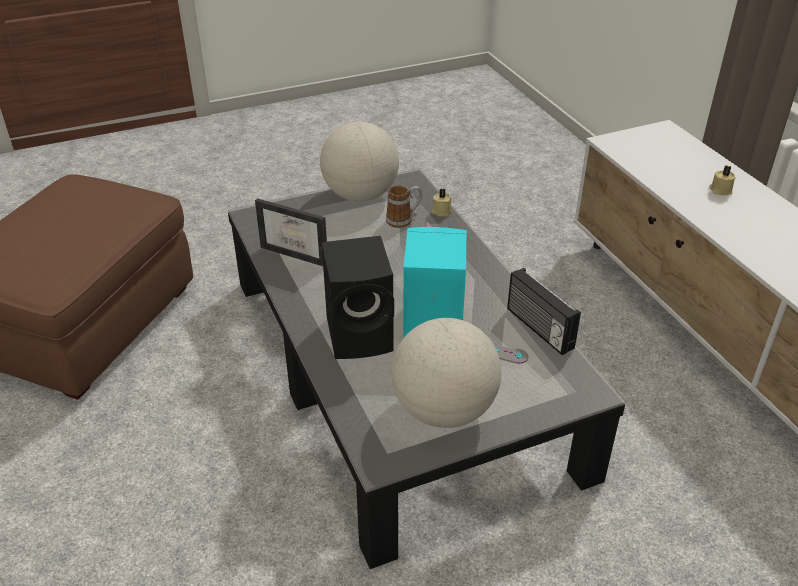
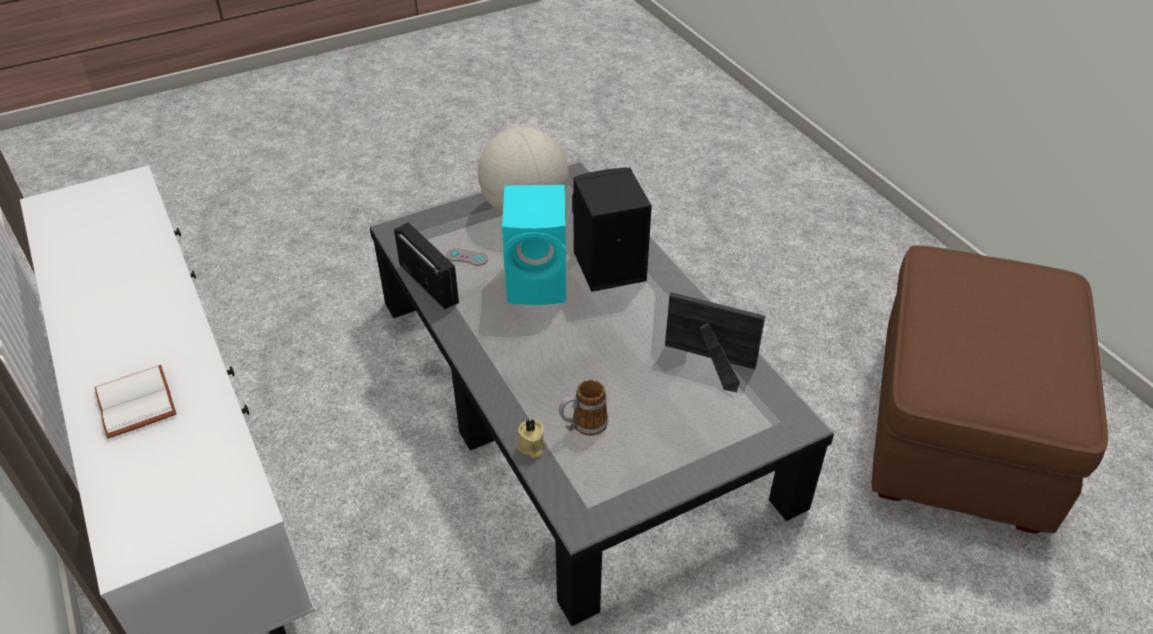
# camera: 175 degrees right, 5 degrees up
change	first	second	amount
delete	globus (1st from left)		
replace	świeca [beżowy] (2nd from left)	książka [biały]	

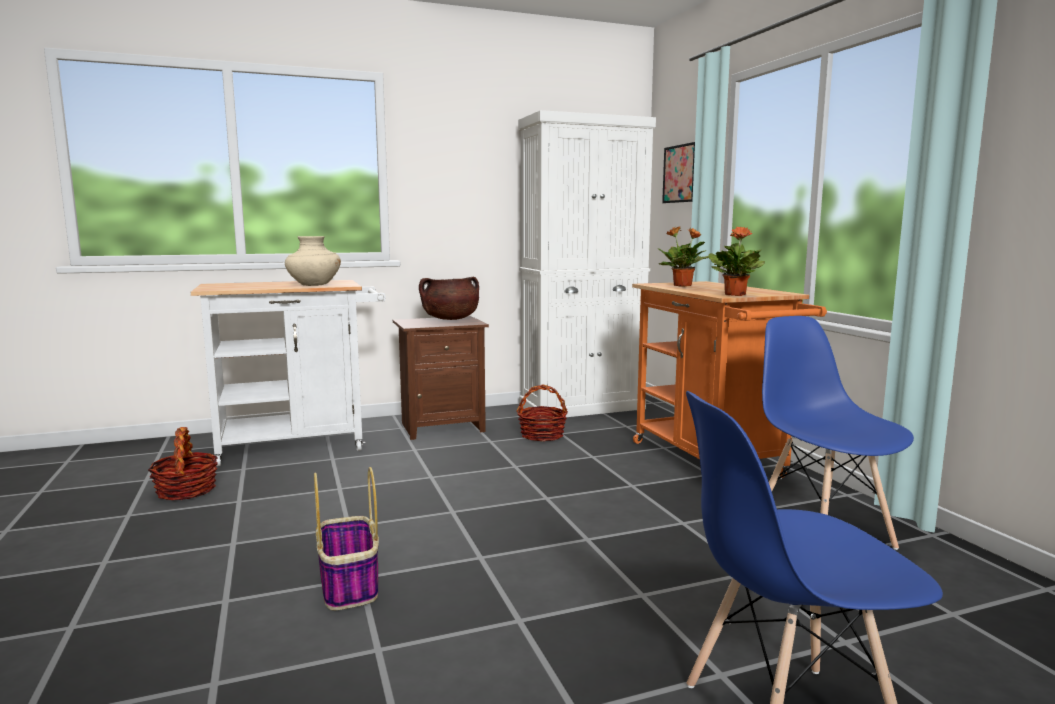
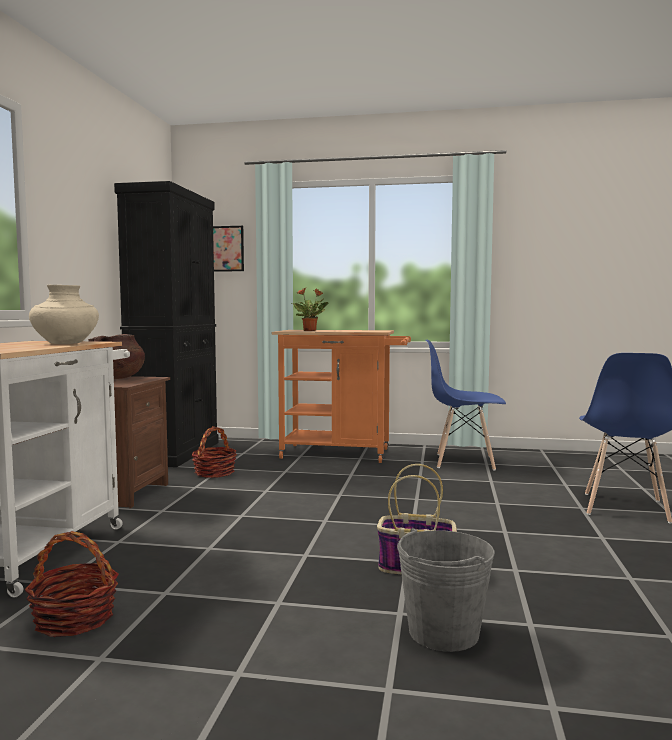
# camera: 60 degrees left, 5 degrees down
change	first	second	amount
recolor	szafka [biały]	szafka [czarny]	
delete	roślina doniczkowa (2nd from left)		
insert		wiadro [szary]	

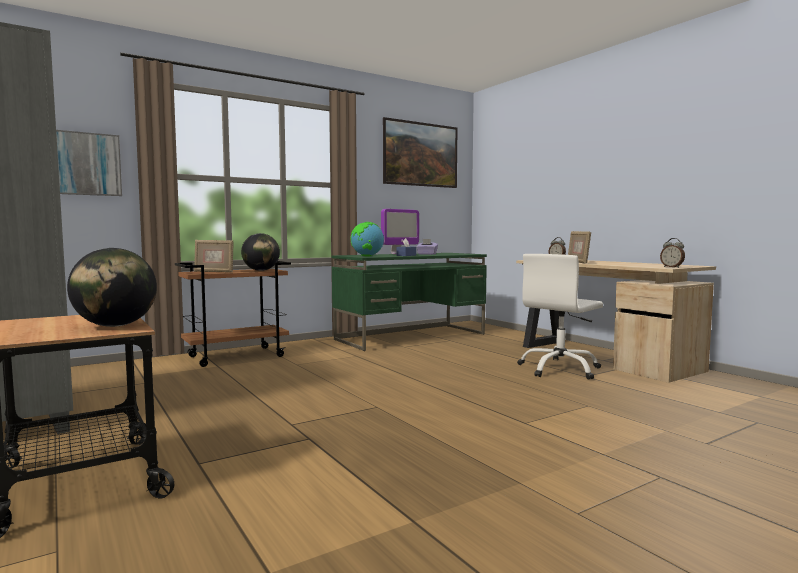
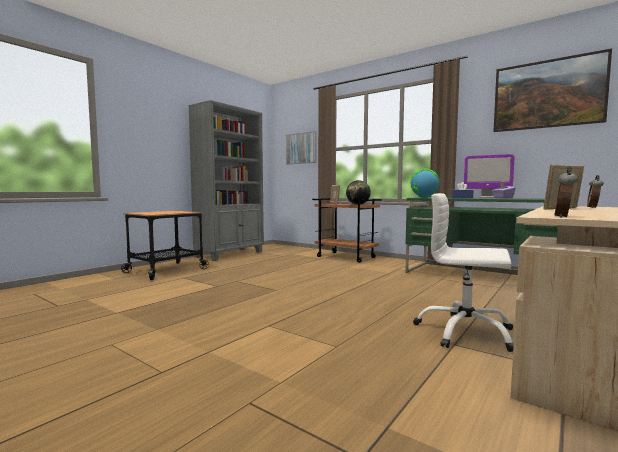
# camera: 70 degrees right, 0 degrees up
change	first	second	amount
delete	globus (1st from left)		

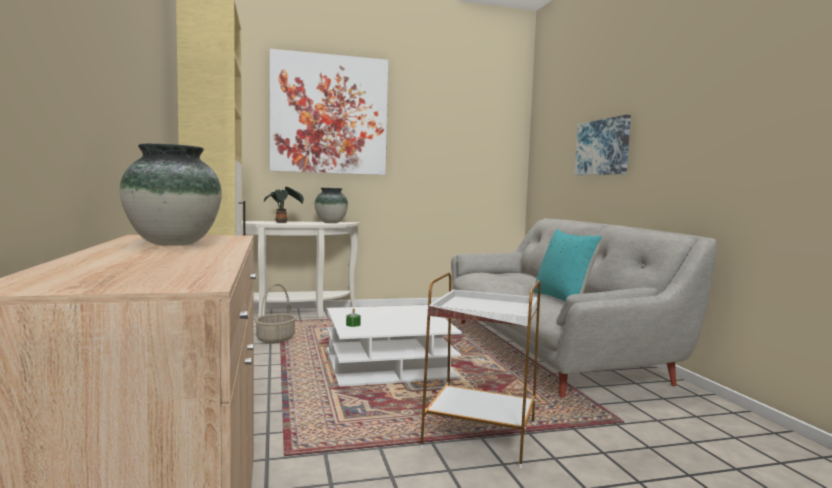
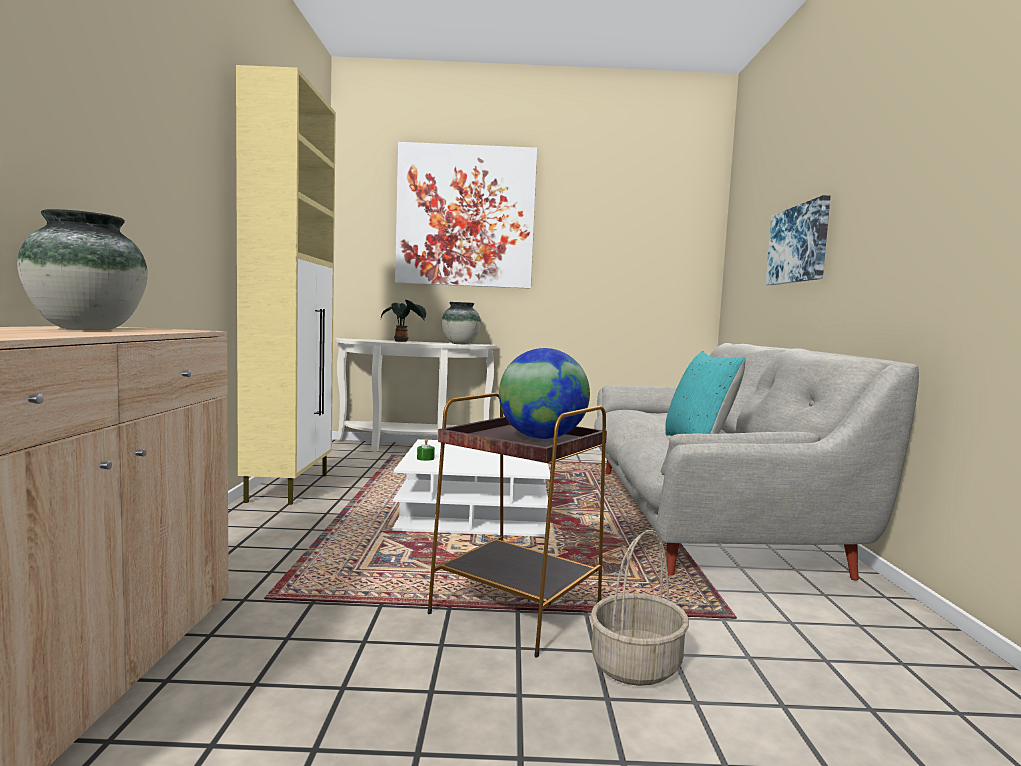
# camera: 15 degrees right, 0 degrees up
change	first	second	amount
move	koszyk		
recolor	stolik [biały]	stolik [brązowy]	
insert		globus	

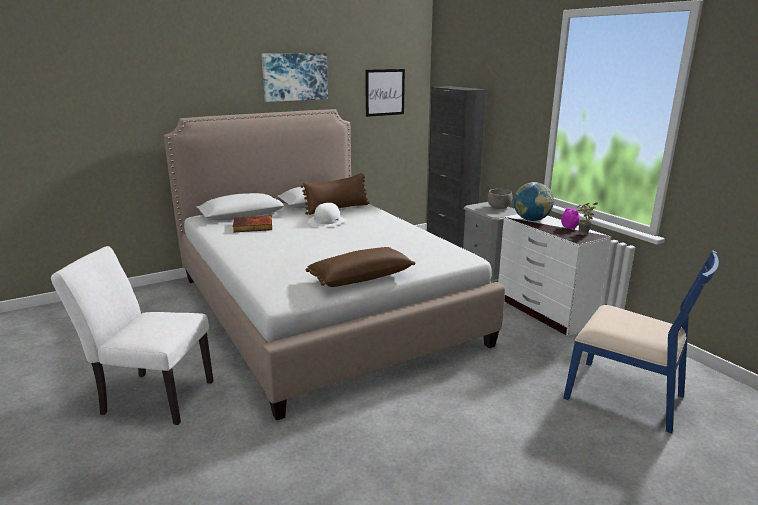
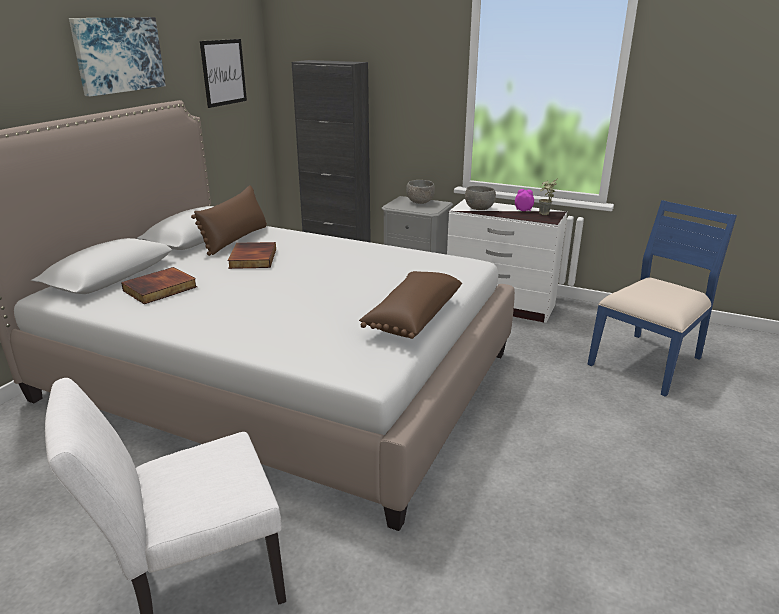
# camera: 35 degrees left, 5 degrees up
change	first	second	amount
replace	kapelusz [biały]	książka (2nd from left)	
replace	globus	miska [szary] (2nd from left)	
rotate	krzesło [niebieski]		45 degrees counterclockwise

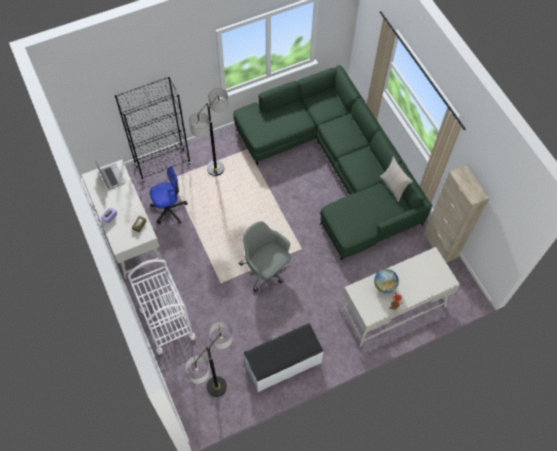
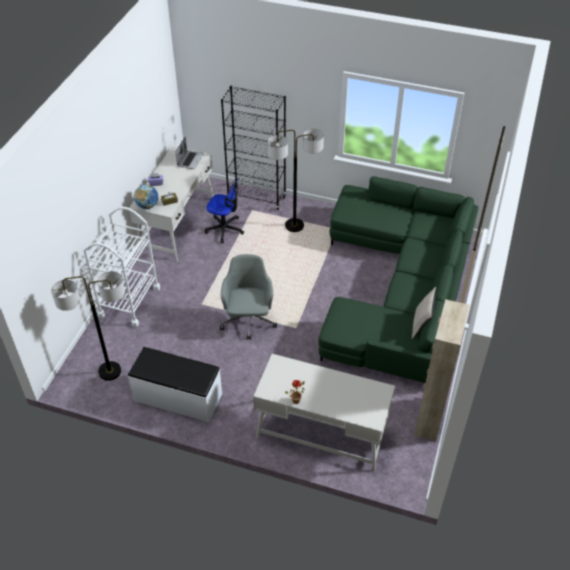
# camera: 45 degrees right, 15 degrees down
change	first	second	amount
move	globus		

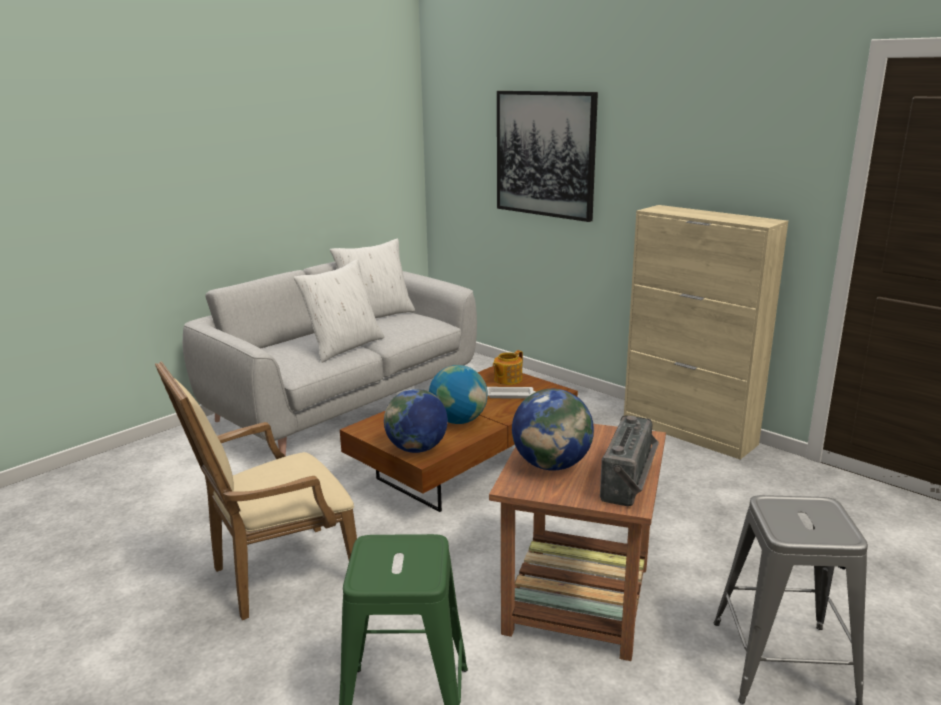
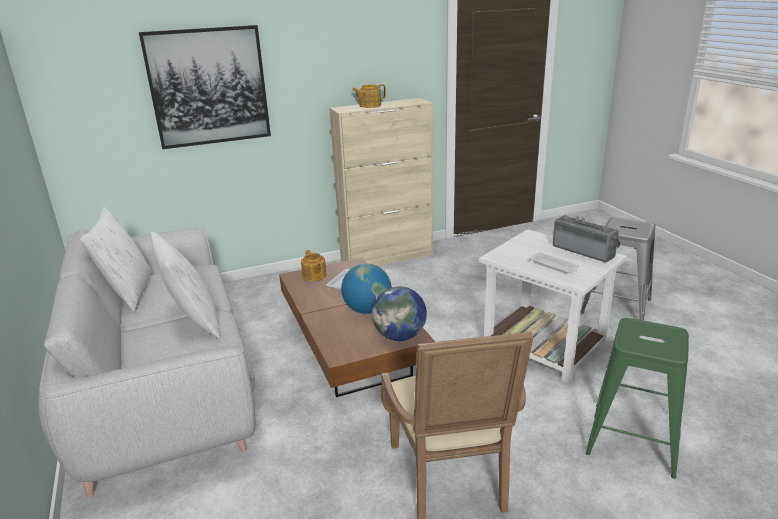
# camera: 65 degrees left, 5 degrees up
change	first	second	amount
recolor	stolik [brązowy]	stolik [biały]	
replace	globus (3rd from left)	taca [biały] (2nd from left)	
insert		imbryk (2nd from left)	

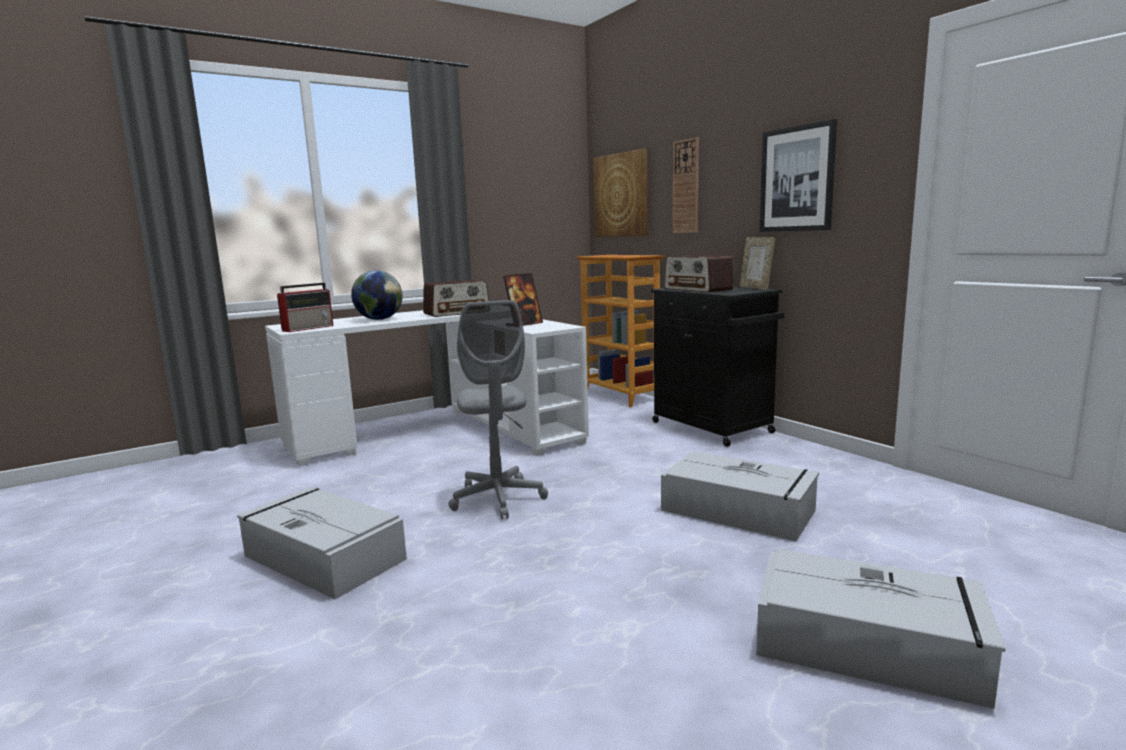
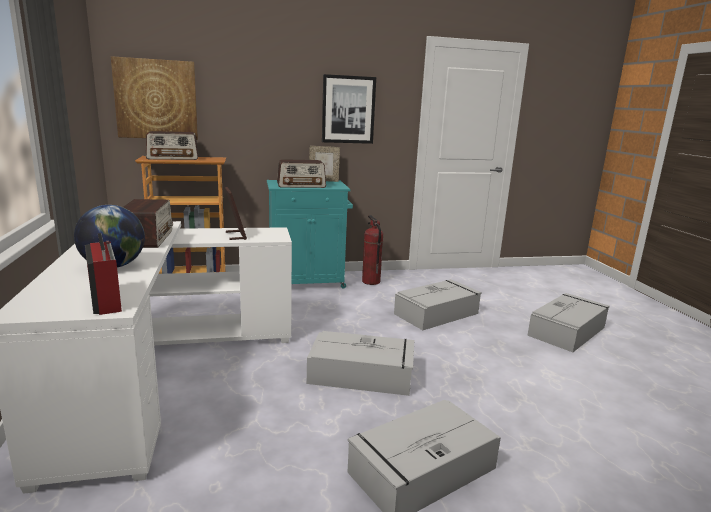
# camera: 70 degrees left, 5 degrees up
change	first	second	amount
replace	krzesło biurowe [szary]	pojemnik do przechowywania [szary] (1st from left)	
recolor	szafka [czarny]	szafka [turkusowy]	
delete	zegar ścienny		
insert		radio (3rd from left)	
insert		gaśnica	

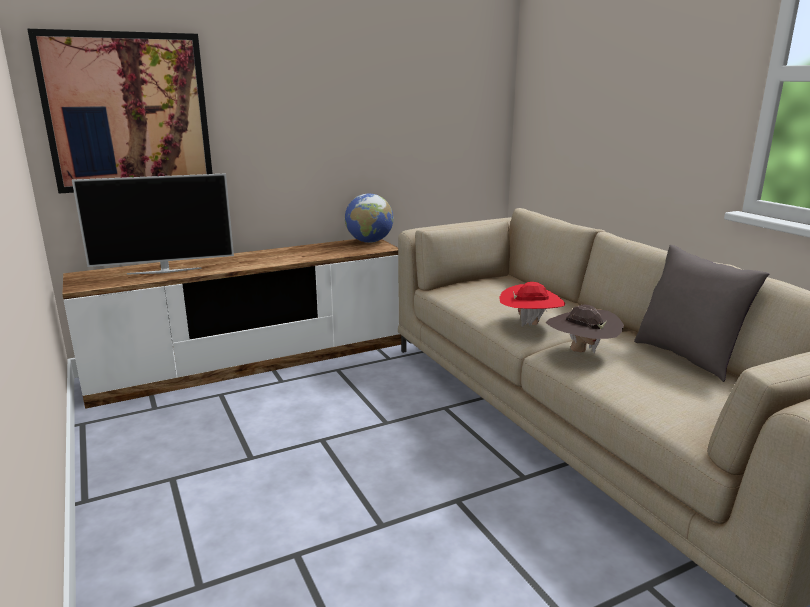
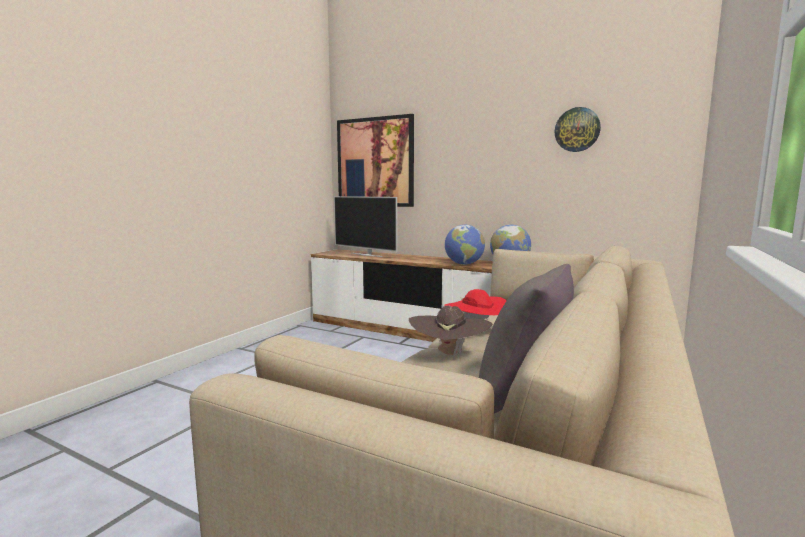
# camera: 55 degrees right, 10 degrees down
change	first	second	amount
insert		globus (1st from left)	
insert		zegar ścienny	

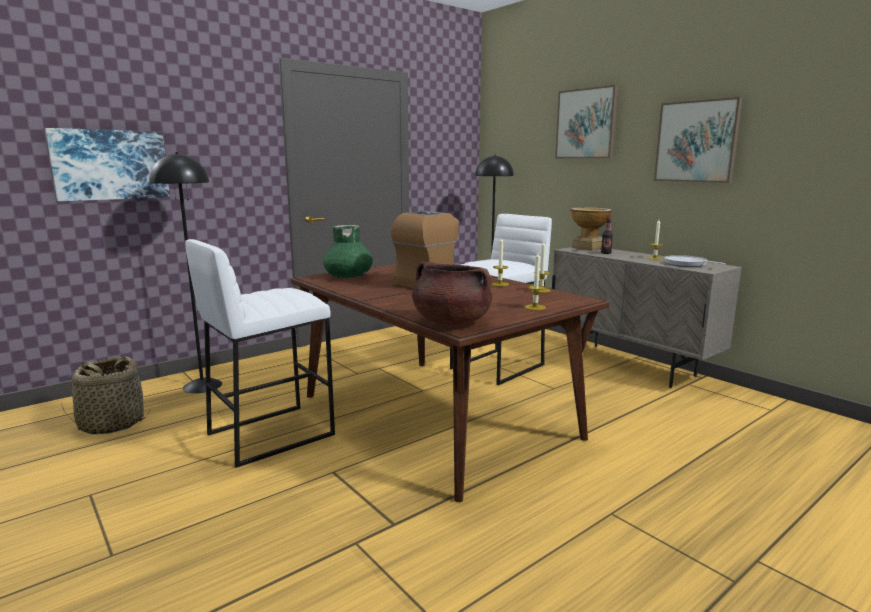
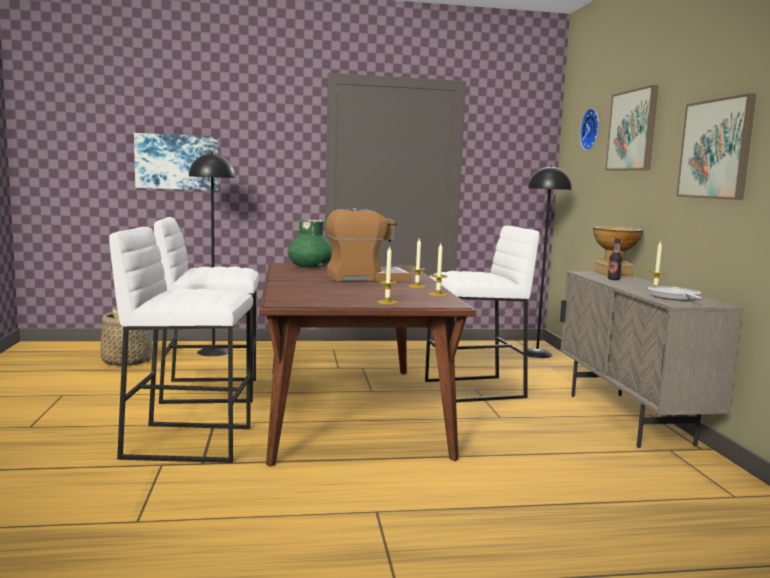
# camera: 30 degrees right, 5 degrees down
change	first	second	amount
delete	garnek [brązowy]		
insert		stołek [biały] (1st from left)	
insert		zegar ścienny	

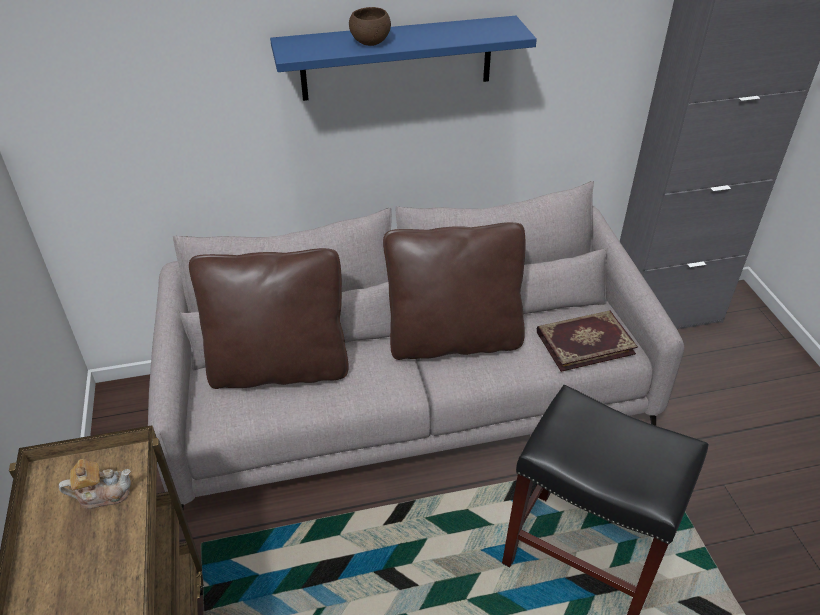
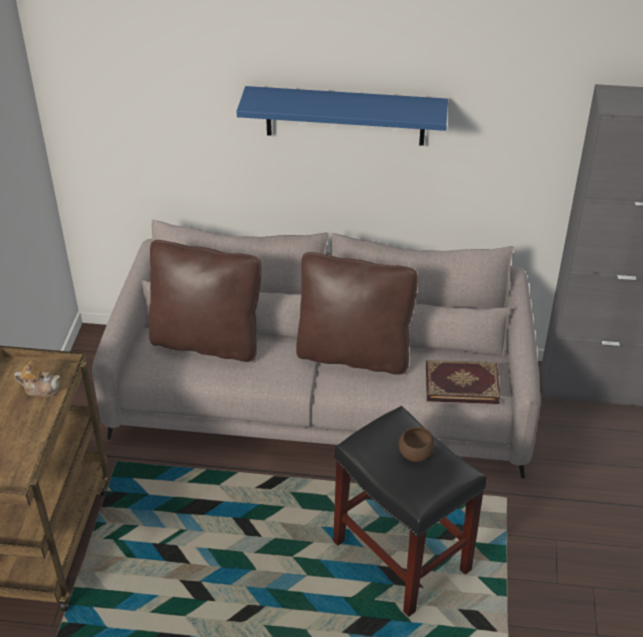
# camera: 20 degrees right, 0 degrees up
change	first	second	amount
move	miska [brązowy]		

